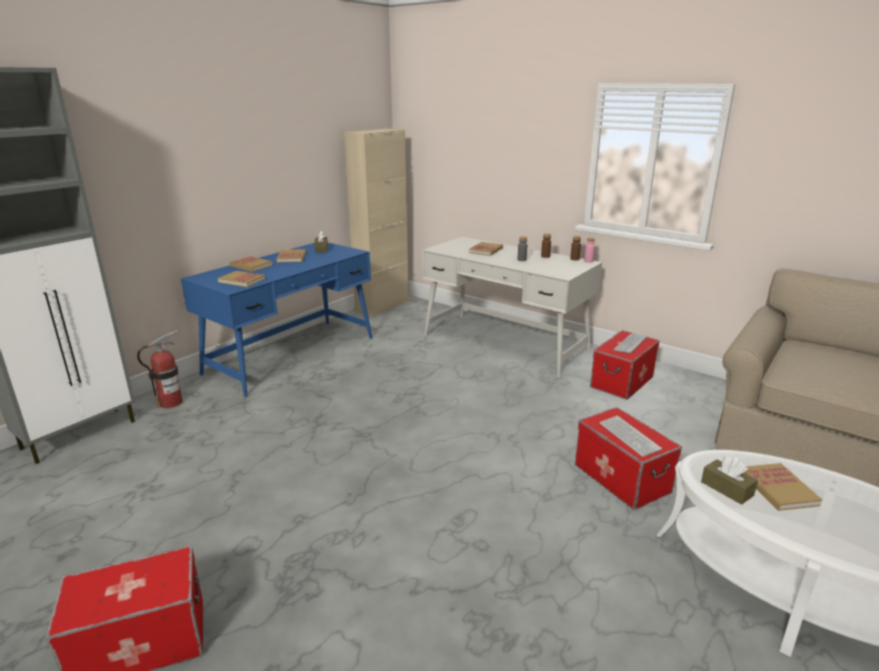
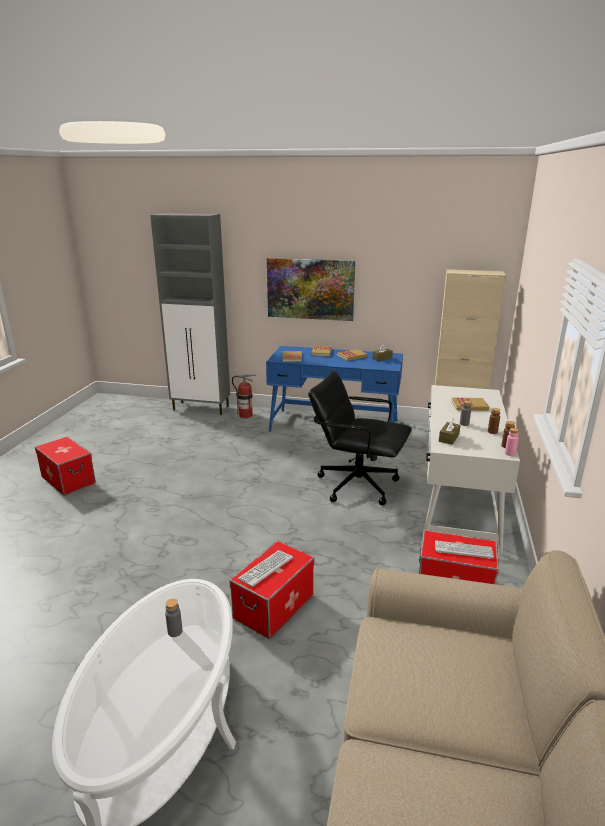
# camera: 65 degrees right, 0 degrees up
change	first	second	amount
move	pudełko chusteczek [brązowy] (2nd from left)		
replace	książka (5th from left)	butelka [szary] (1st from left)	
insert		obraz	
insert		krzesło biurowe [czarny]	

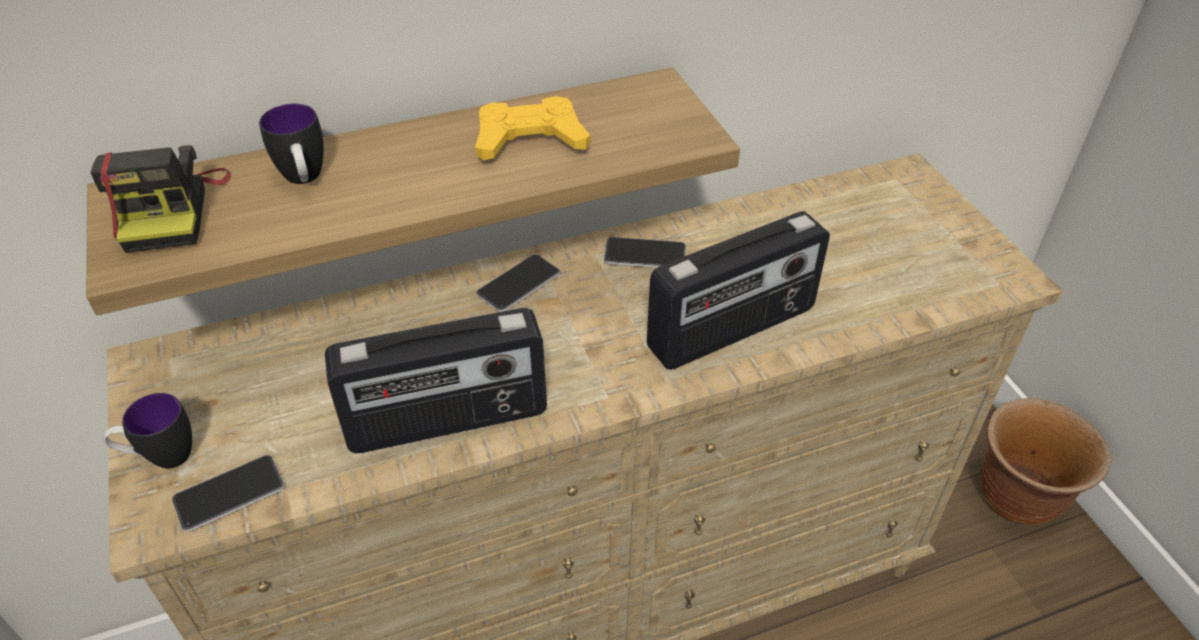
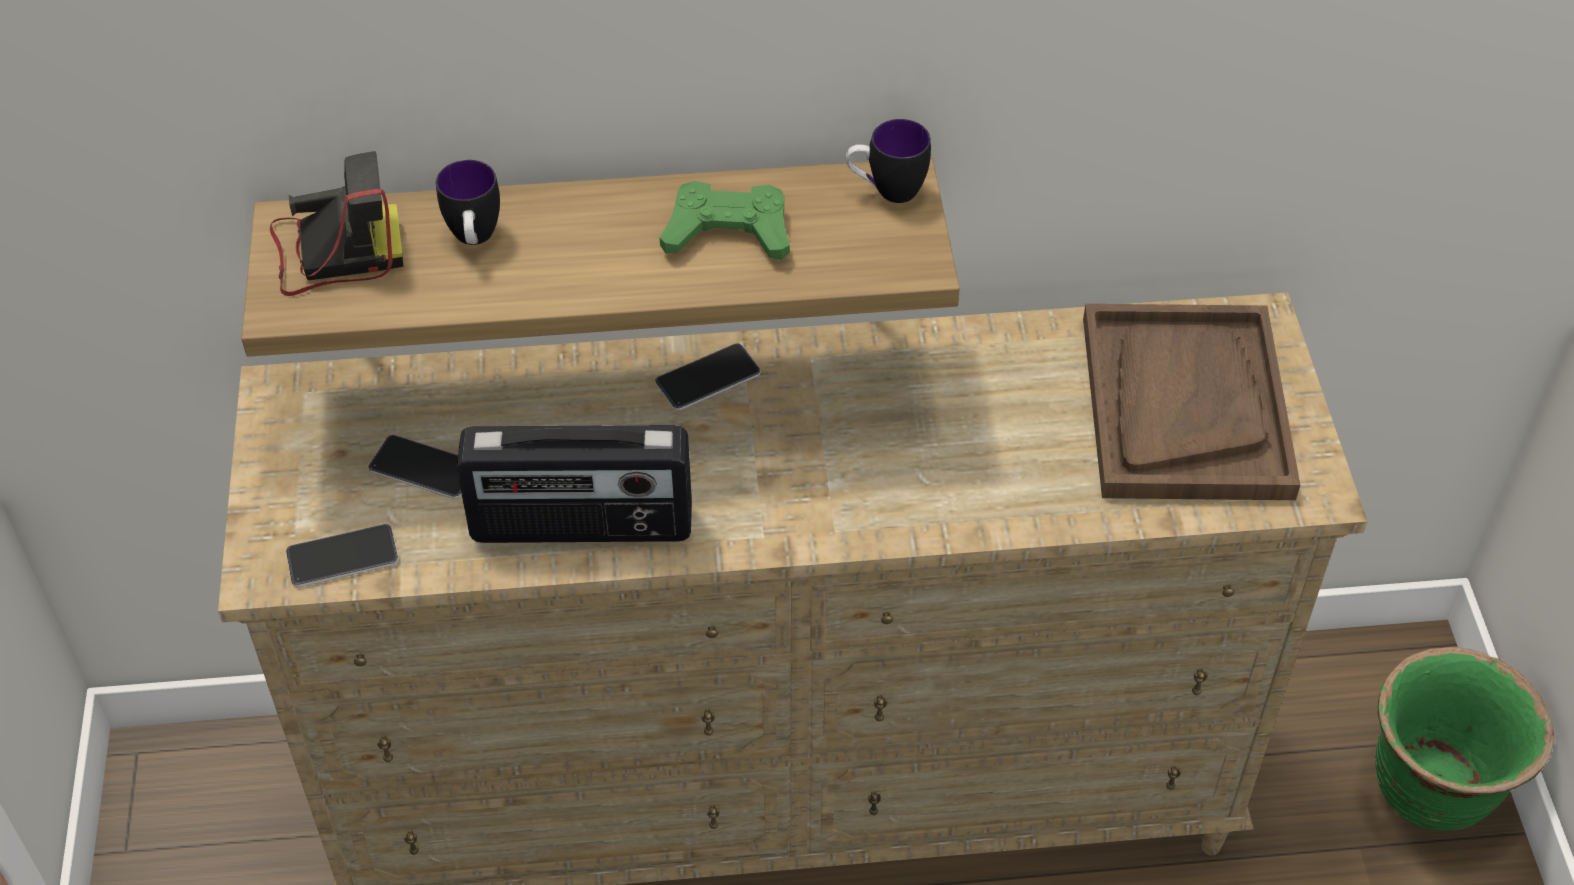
# camera: 15 degrees right, 5 degrees up
change	first	second	amount
rotate	aparat fotograficzny		105 degrees counterclockwise
move	kubek (1st from left in the first image)	kubek (2nd from left)	
recolor	pad do gier [żółty]	pad do gier [zielony]	
move	telefon (3rd from left in the first image)	telefon (2nd from left)	
delete	radio (2nd from left)		
recolor	donica [brązowy]	donica [zielony]	
insert		taca [brązowy]	

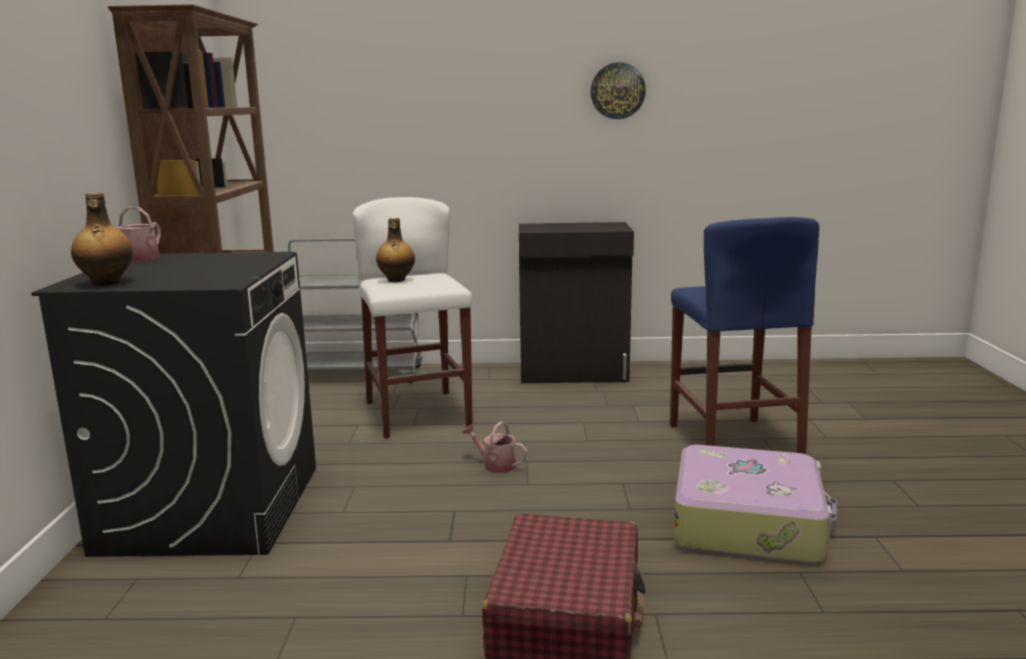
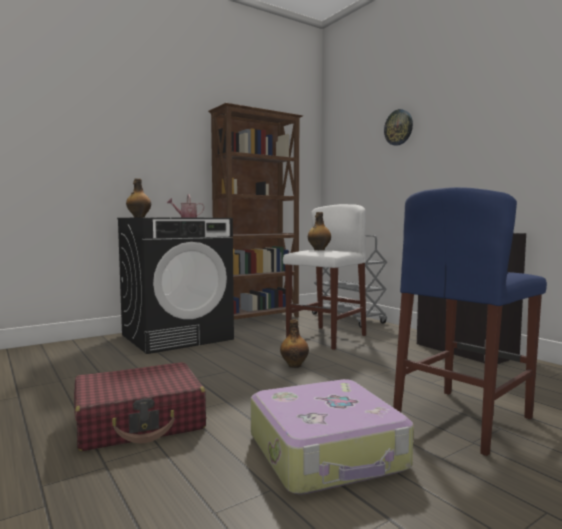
# camera: 55 degrees right, 10 degrees down
change	first	second	amount
replace	konewka (2nd from left)	butelka (2nd from left)	
move	zegar ścienny		

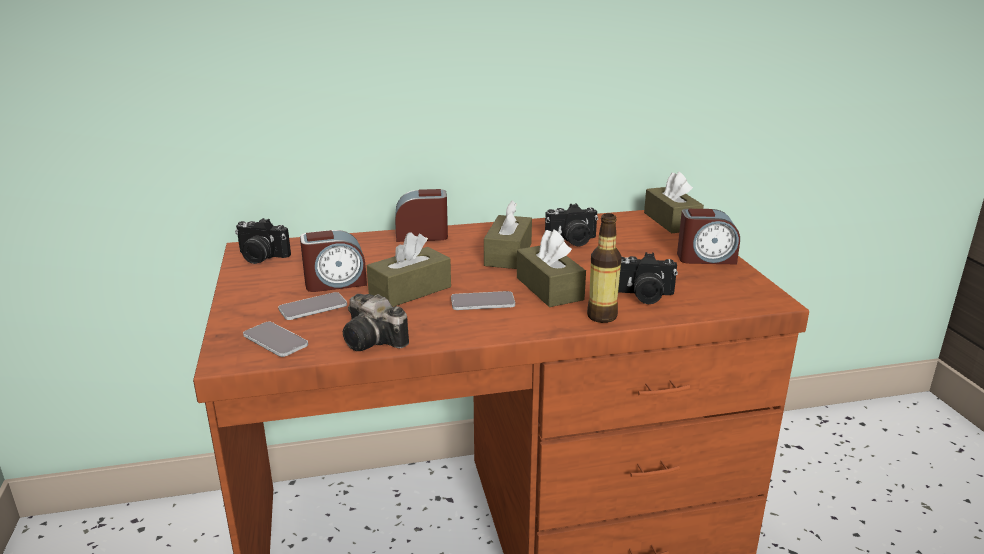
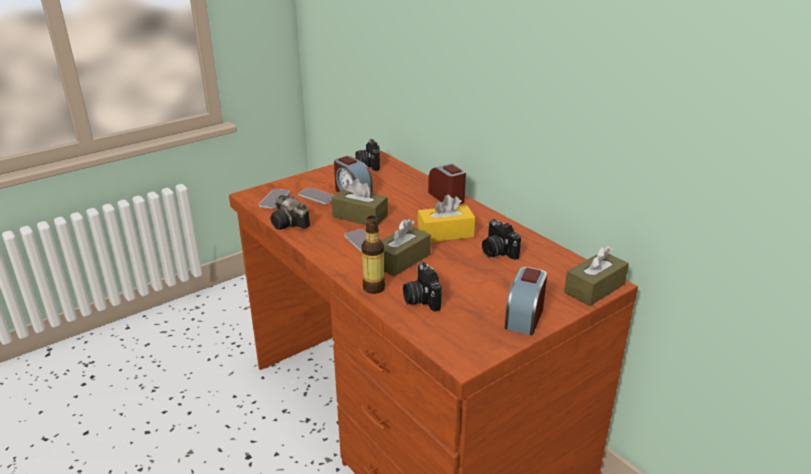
# camera: 65 degrees right, 5 degrees up
change	first	second	amount
rotate	aparat fotograficzny (2nd from left in the first image)	aparat fotograficzny (1st from left)	60 degrees counterclockwise
recolor	pudełko chusteczek [brązowy] (2nd from left)	pudełko chusteczek [żółty]	
rotate	budzik (3rd from left)		45 degrees clockwise

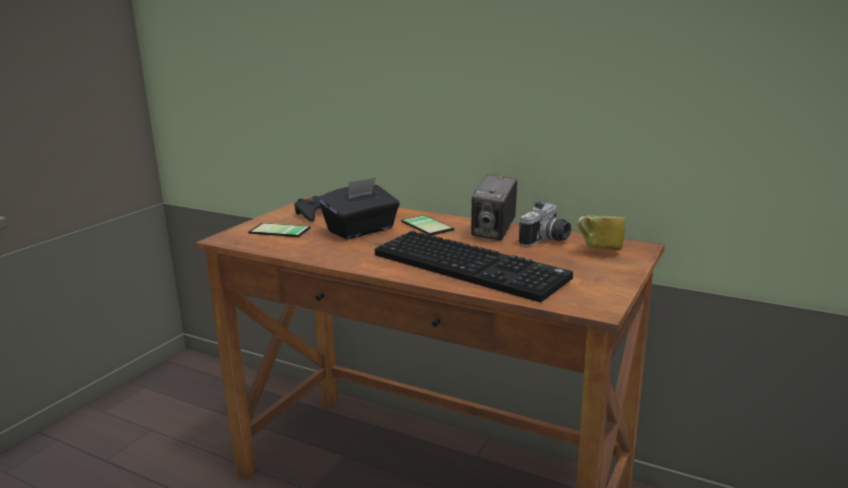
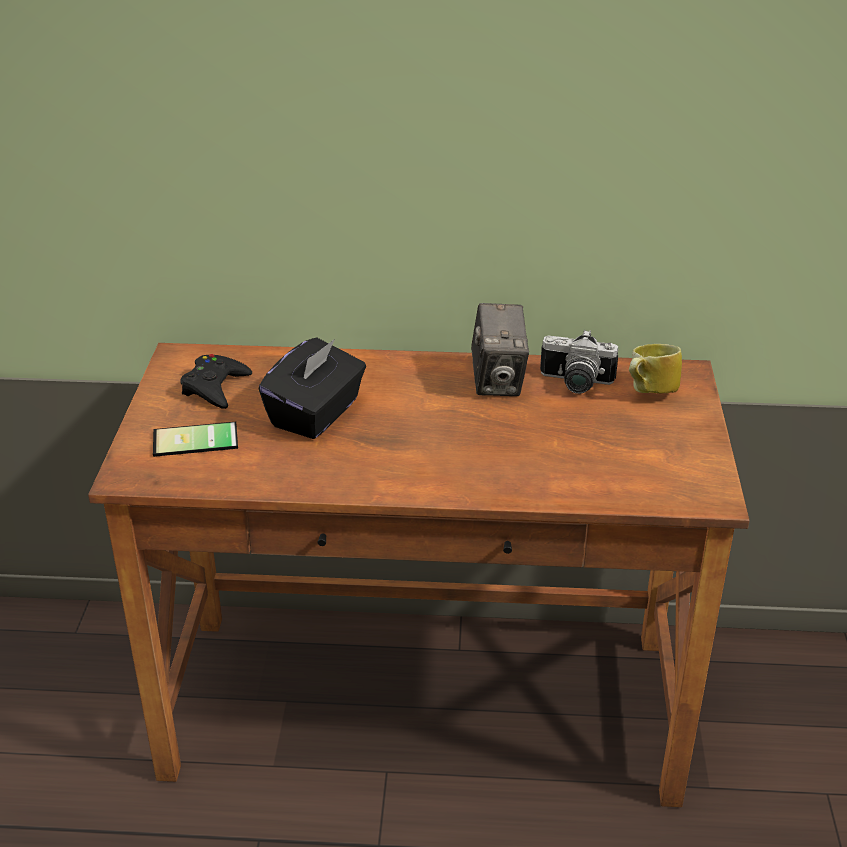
# camera: 25 degrees left, 15 degrees up
change	first	second	amount
delete	klawiatura		
delete	telefon (2nd from left)		
rotate	aparat fotograficzny (2nd from left)		90 degrees clockwise

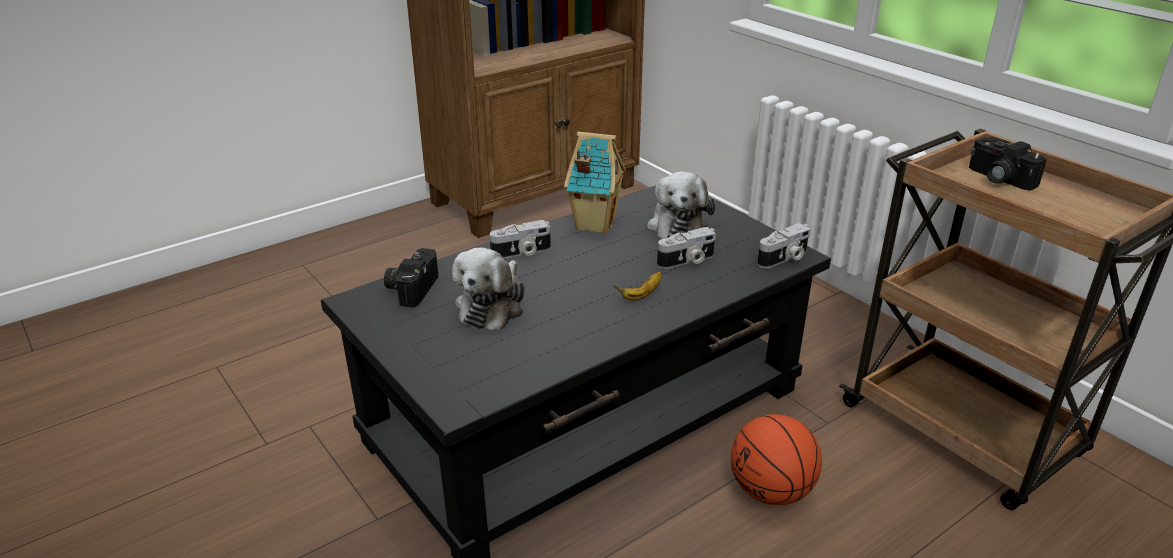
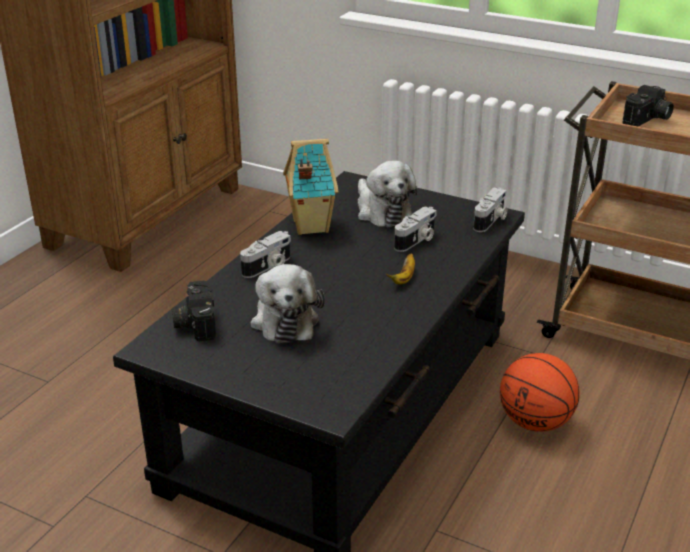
# camera: 25 degrees left, 0 degrees up
change	first	second	amount
rotate	aparat fotograficzny (5th from left)		75 degrees counterclockwise

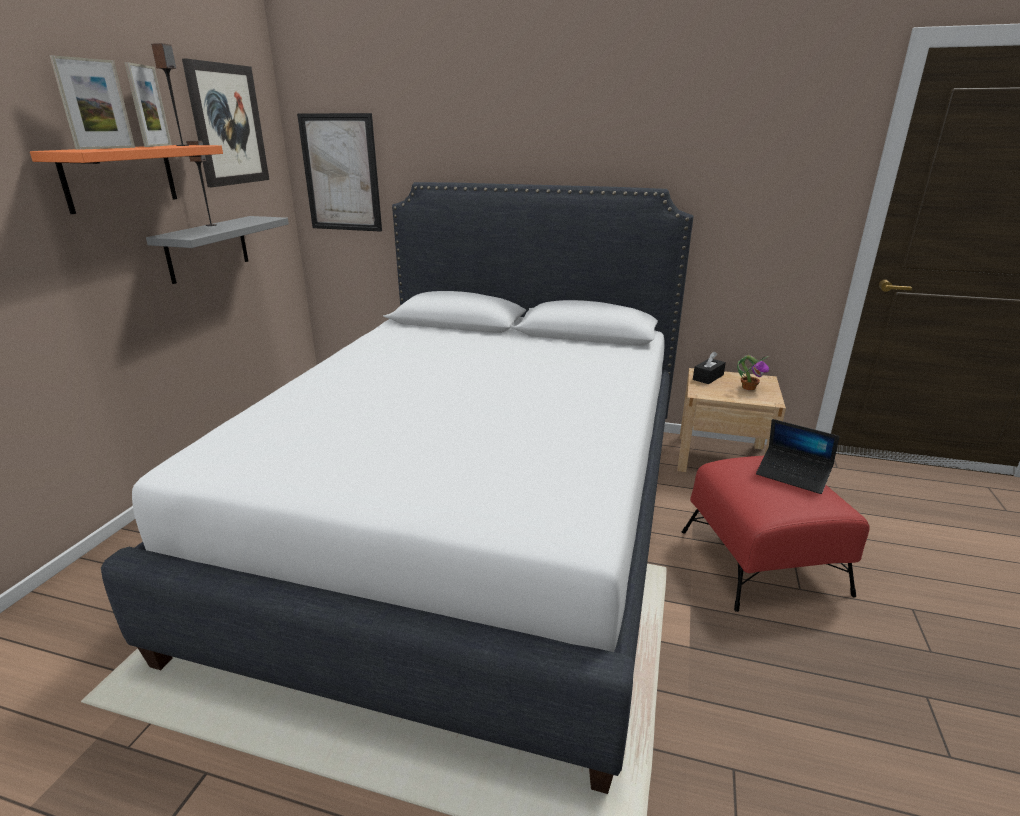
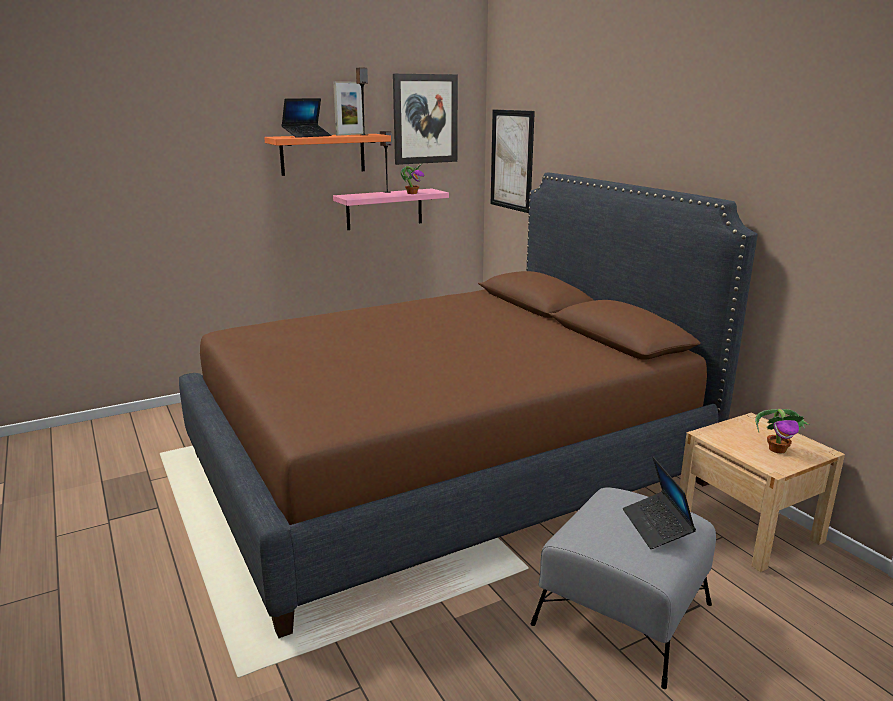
# camera: 45 degrees right, 5 degrees down
change	first	second	amount
replace	ramka na zdjęcie (1st from left)	laptop (1st from left)	
recolor	łóżko [biały]	łóżko [brązowy]	
recolor	półka [szary]	półka [różowy]	
recolor	pufa [czerwony]	pufa [szary]	
delete	pudełko chusteczek [czarny]		
insert		roślina doniczkowa (1st from left)	

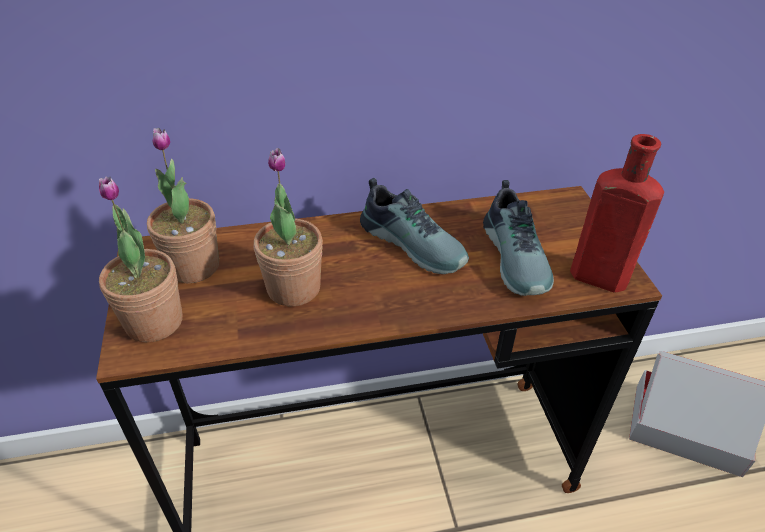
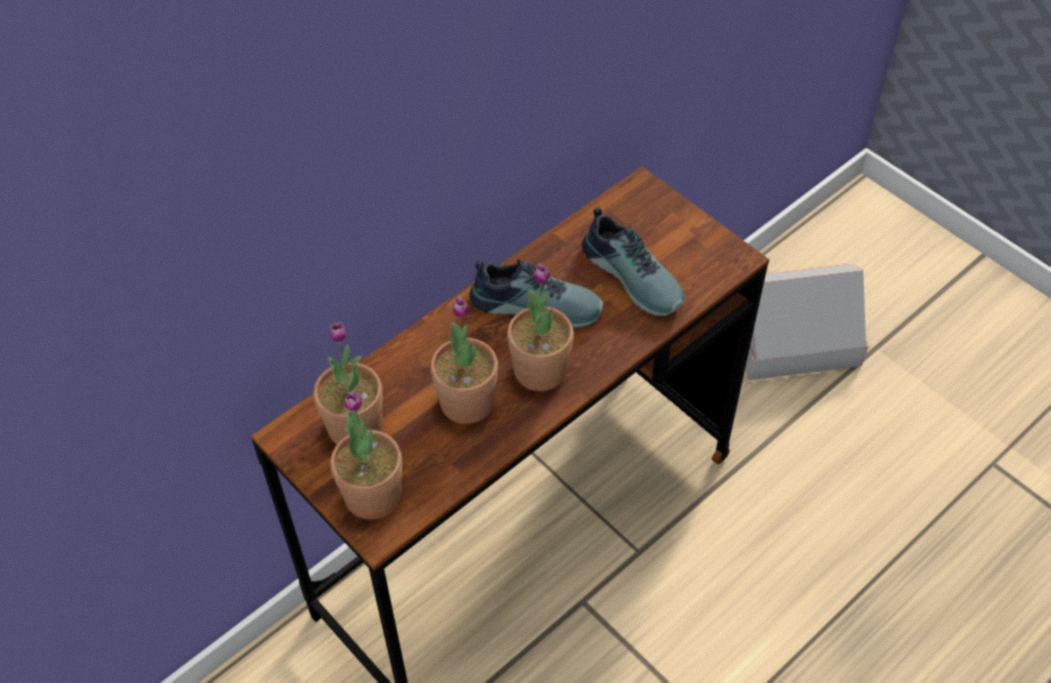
# camera: 30 degrees left, 10 degrees up
change	first	second	amount
delete	butelka [czerwony]		
insert		roślina doniczkowa (4th from left)	

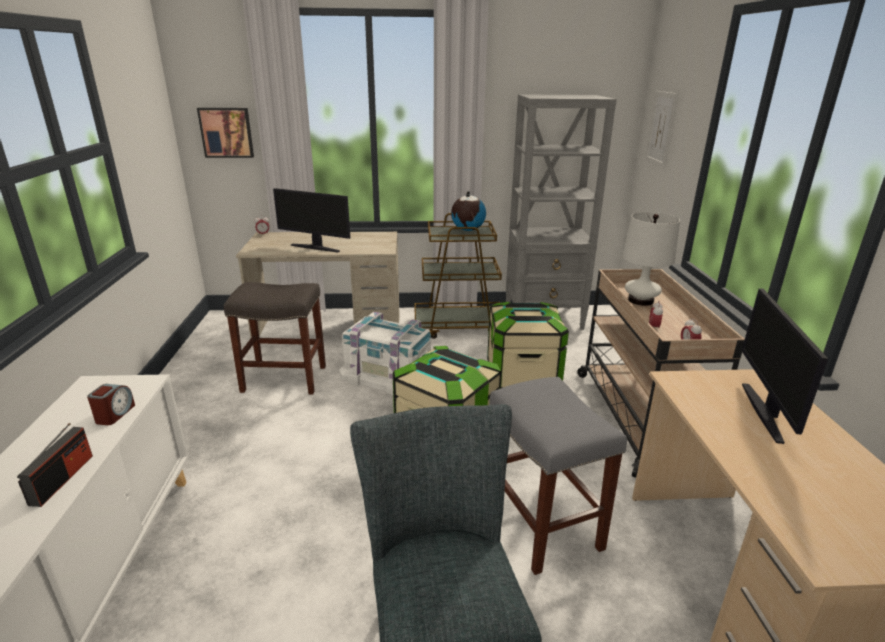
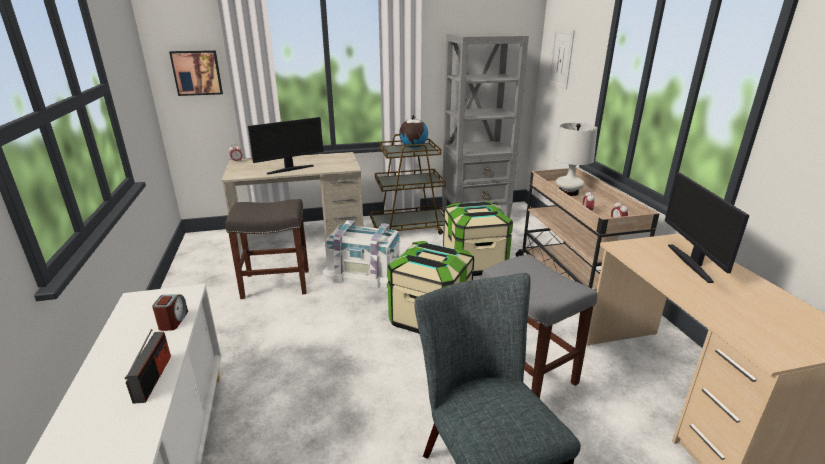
# camera: 10 degrees left, 0 degrees up
change	first	second	amount
rotate	monitor (1st from left)		45 degrees counterclockwise

